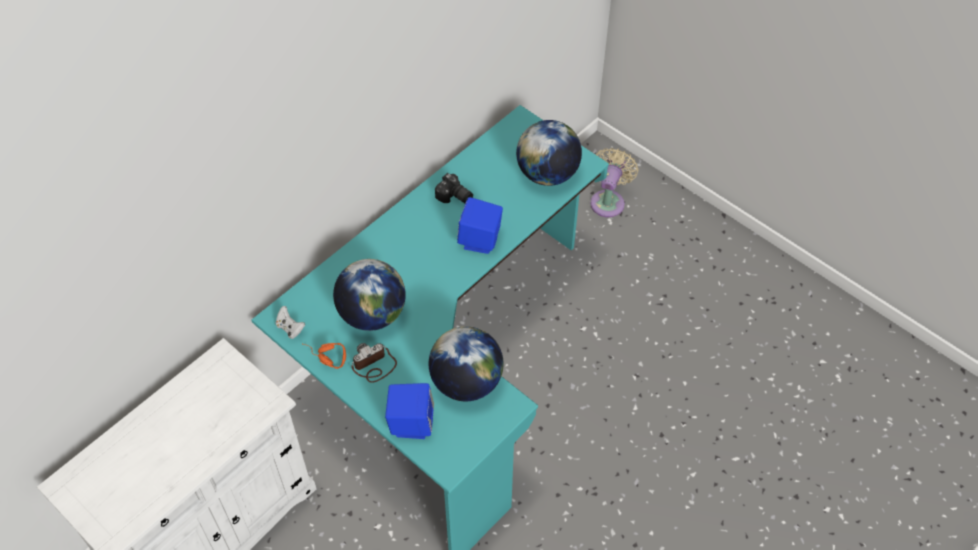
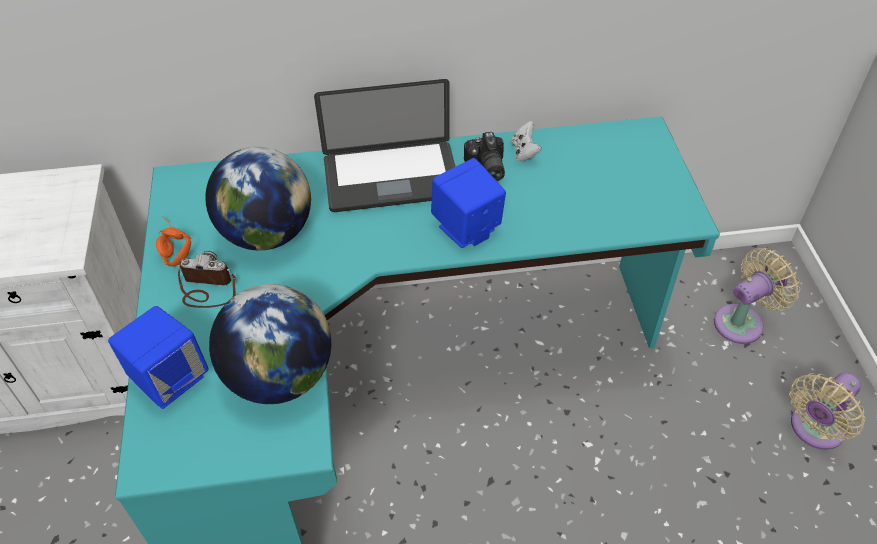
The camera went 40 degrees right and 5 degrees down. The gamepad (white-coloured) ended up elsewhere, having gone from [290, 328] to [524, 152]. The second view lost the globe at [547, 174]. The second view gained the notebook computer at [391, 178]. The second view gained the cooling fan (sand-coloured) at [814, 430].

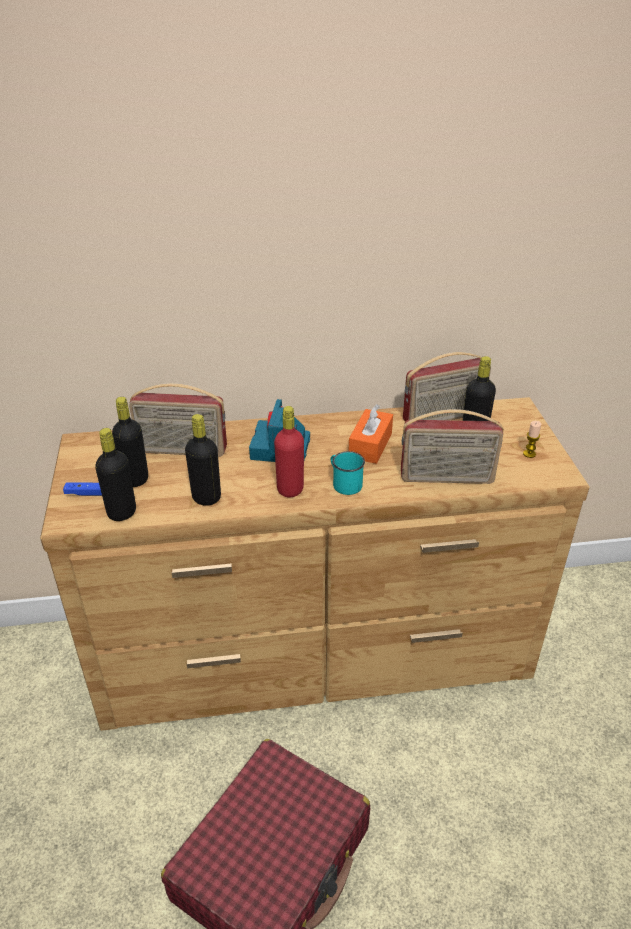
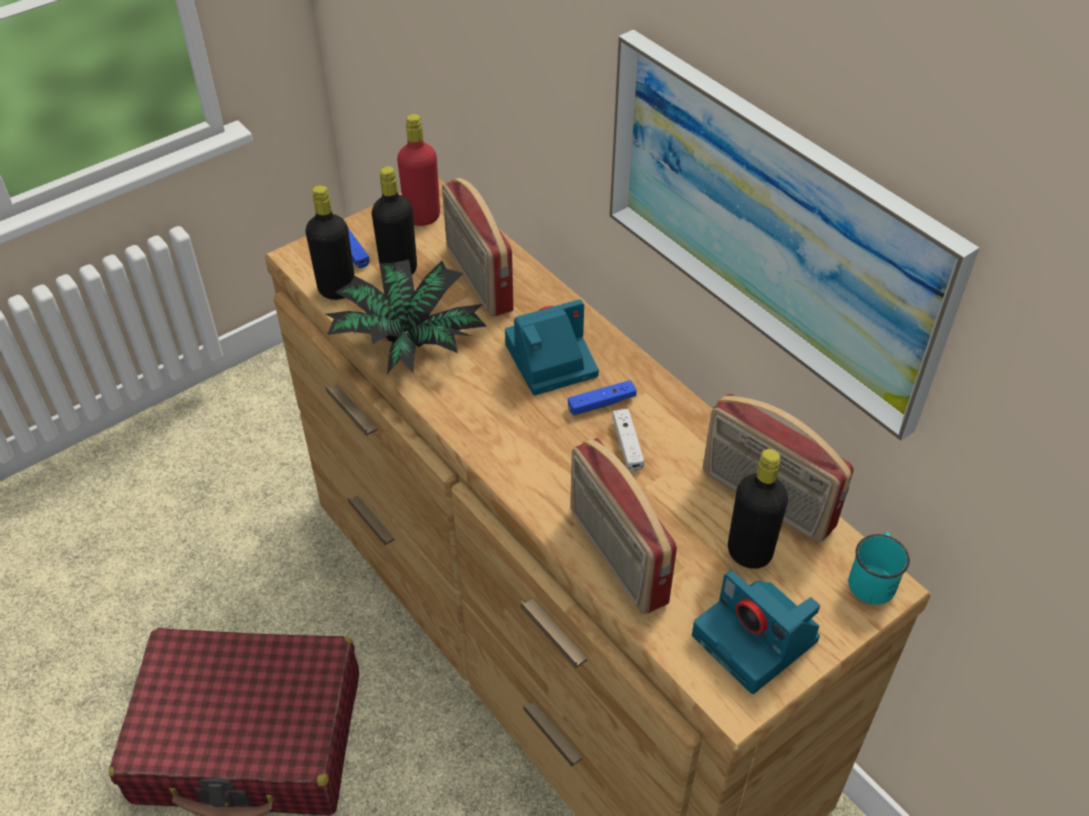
The camera went 60 degrees right and 10 degrees up. Where the drink bottle (blackish) stood at [206, 498], the plant in a pot came to stand at [407, 342]. The drink bottle (red-coloured) ended up elsewhere, having gone from [290, 489] to [422, 217]. The tea mug (turquoise-coloured) ended up elsewhere, having gone from [344, 483] to [873, 578]. Where the box of tissues (orangey) stood at [370, 445], the gamepad (white-coloured) came to stand at [627, 445]. Where the wax light stood at [529, 454], the still camera came to stand at [757, 639]. The second view gained the gamepad (bluish) at [601, 403]. The second view gained the wall art at [770, 225].

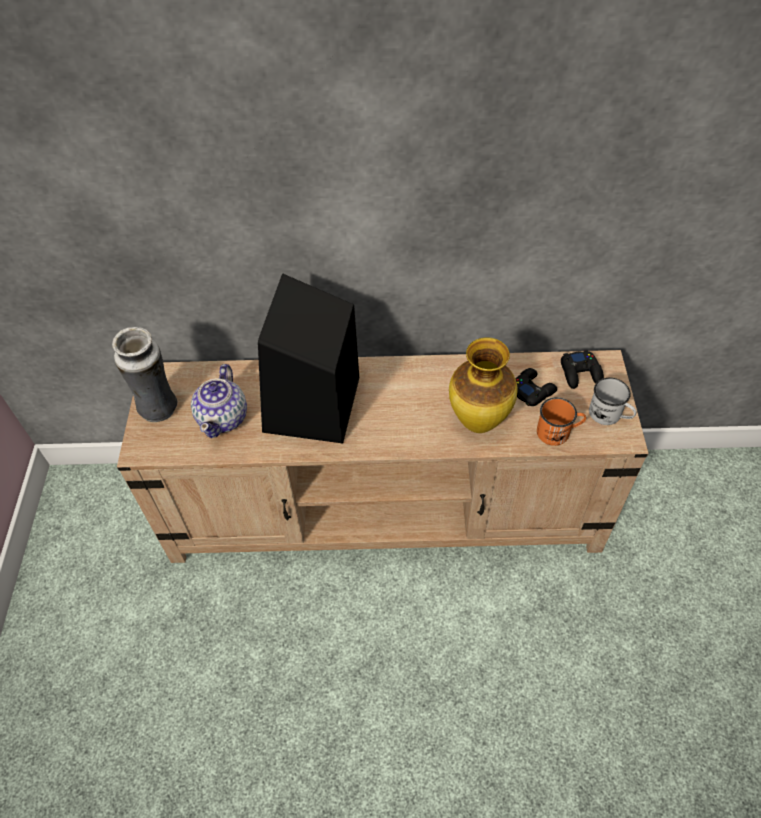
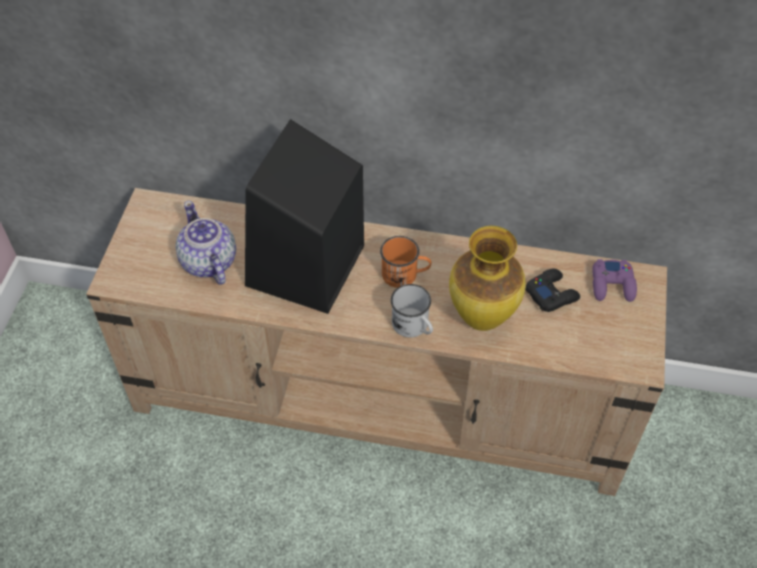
The camera went 10 degrees right and 0 degrees up. The second view lost the vase at [159, 409]. The pot for tea at [223, 417] ended up facing another way, 135 degrees clockwise from before. The tea mug (orangey) ended up elsewhere, having gone from [558, 432] to [405, 275]. What was the gamepad (blackish) at [580, 373] turned into the gamepad (purple) at [612, 285]. The tea mug (white-coloured) ended up elsewhere, having gone from [609, 415] to [413, 327].

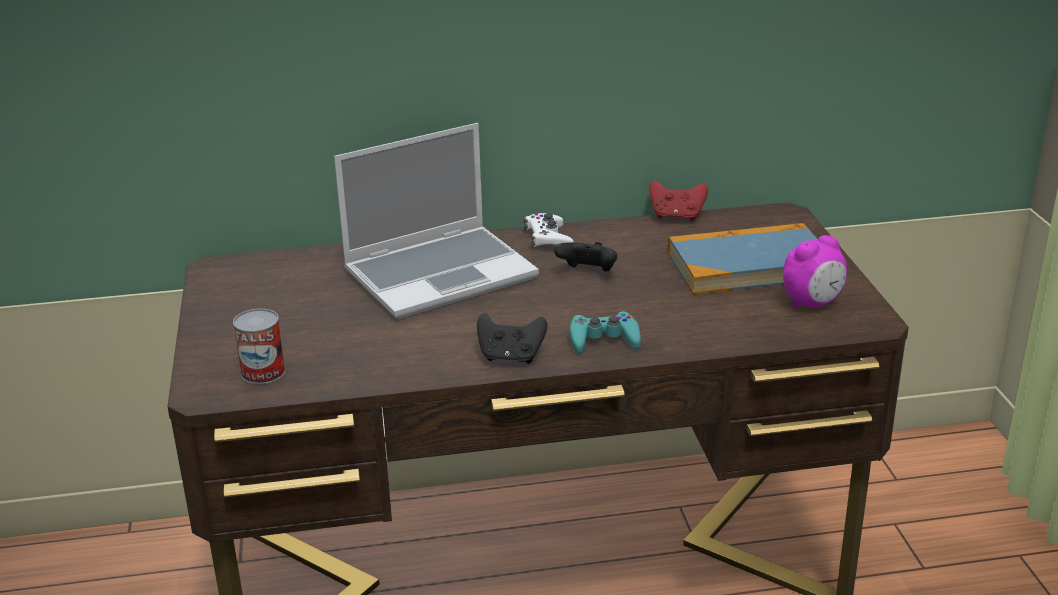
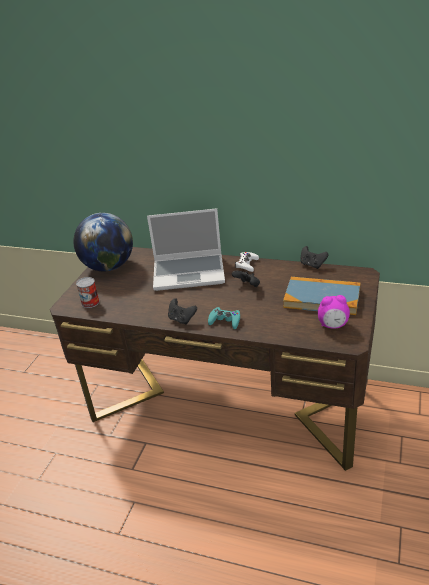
The camera went 30 degrees right and 5 degrees up. What was the gamepad (red-coloured) at [676, 216] turned into the gamepad (blackish) at [312, 265]. The second view gained the globe at [108, 267].

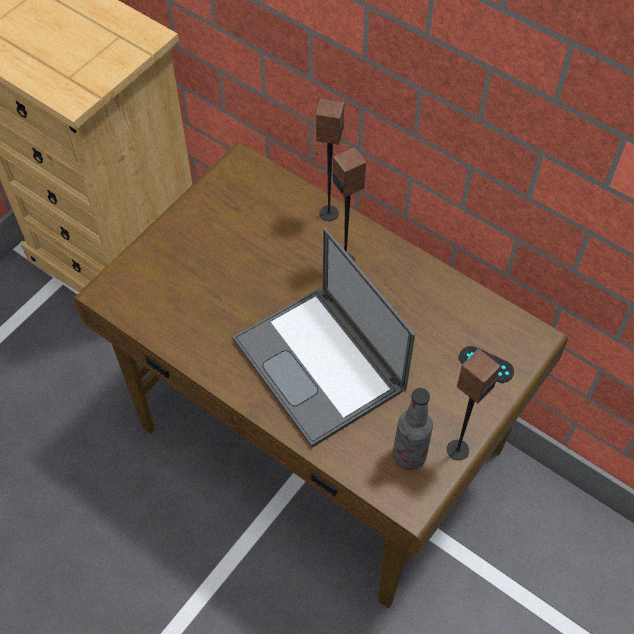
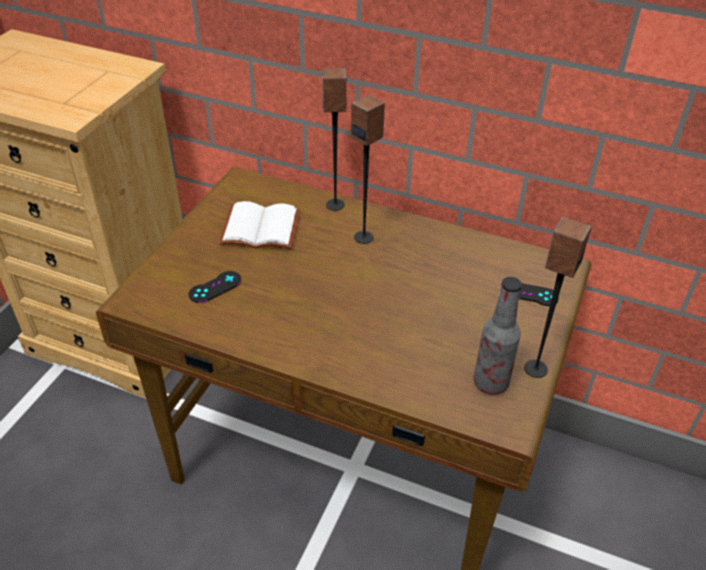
The camera went 15 degrees left and 15 degrees down. The second view lost the notebook computer at [321, 365]. The second view gained the gamepad (blackish) at [215, 287]. The second view gained the bound book (white-coloured) at [262, 227].

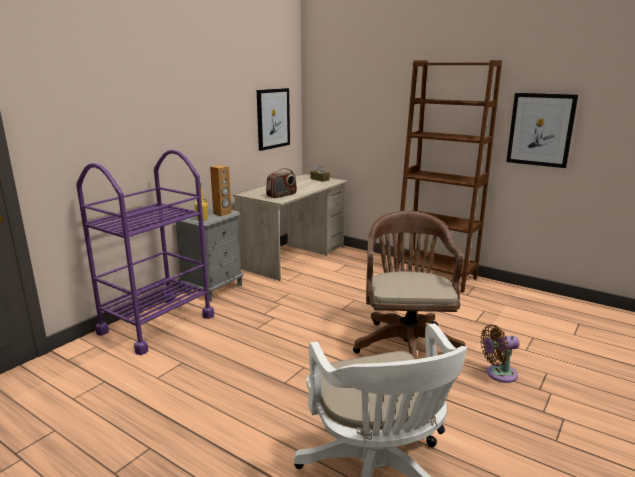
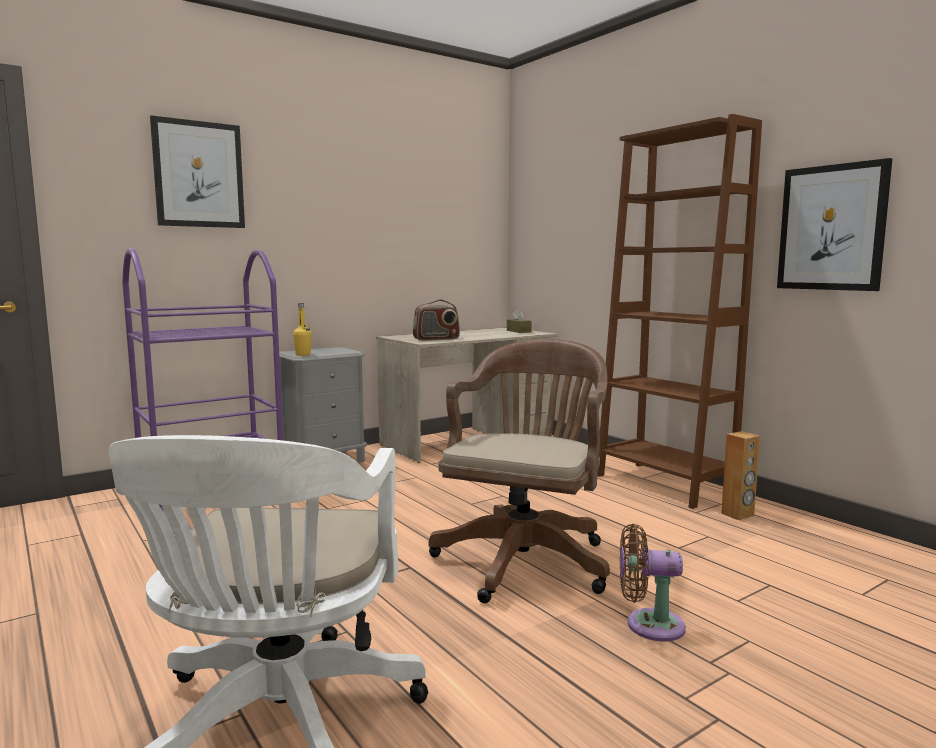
The camera went 20 degrees right and 10 degrees down. The audio speaker (brown) ended up elsewhere, having gone from [222, 213] to [738, 514]. The wall art ended up elsewhere, having gone from [273, 118] to [198, 174].

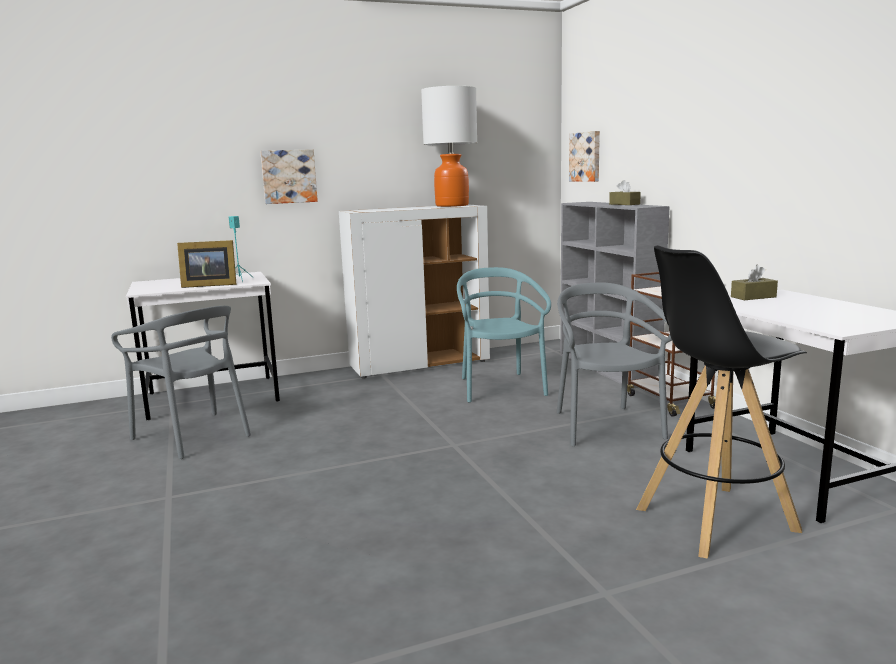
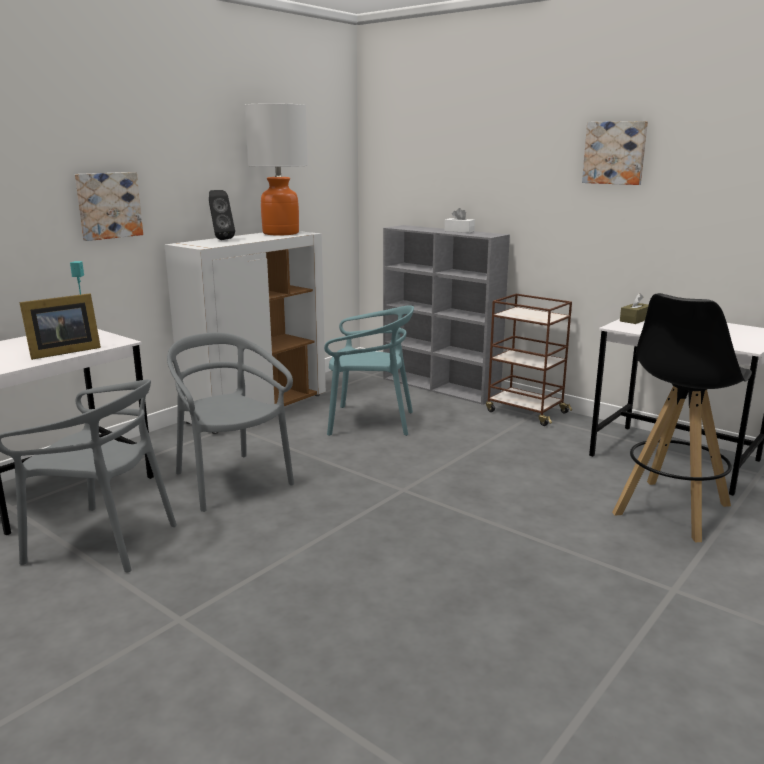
The camera went 30 degrees left and 5 degrees up. The plain chair (turquoise-coloured) at [499, 387] ended up facing another way, 135 degrees clockwise from before. The plain chair (greyish) ended up elsewhere, having gone from [605, 426] to [230, 481]. The wall art ended up elsewhere, having gone from [586, 157] to [615, 153]. What was the box of tissues (brown) at [624, 204] turned into the box of tissues (white-coloured) at [459, 231]. The second view gained the audio speaker (blackish) at [220, 239].

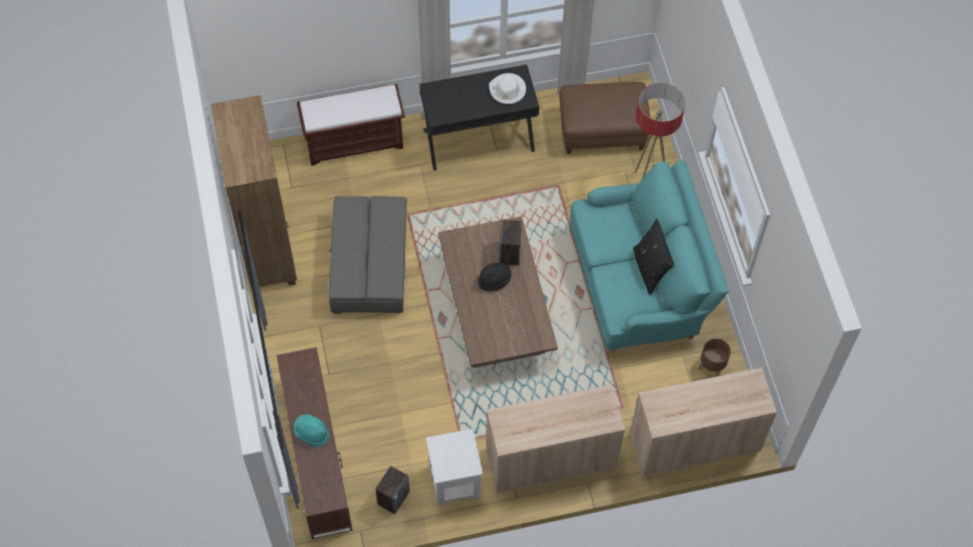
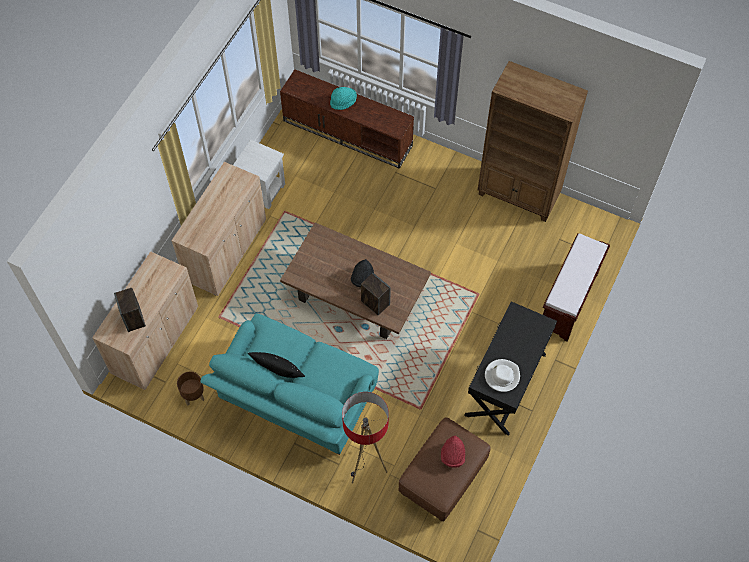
The camera went 130 degrees right and 0 degrees up. The second view lost the ottoman (greyish) at [370, 264]. The audio speaker ended up elsewhere, having gone from [393, 497] to [134, 319]. The second view gained the clothing hat (red-coloured) at [453, 455].

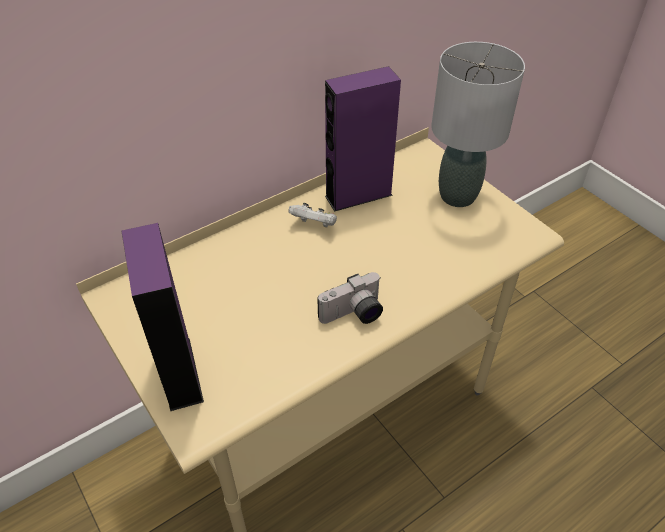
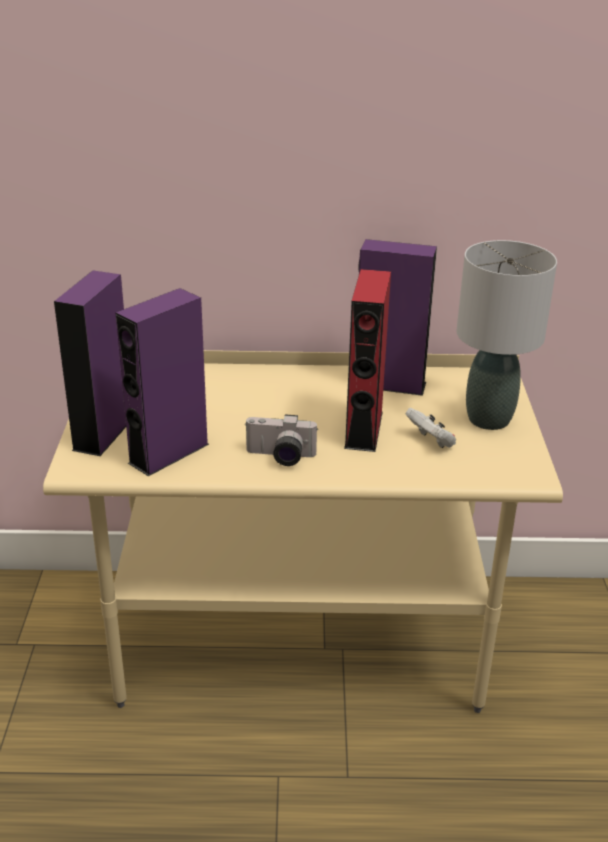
The camera went 35 degrees right and 15 degrees down. The gamepad (white-coloured) ended up elsewhere, having gone from [314, 225] to [431, 441]. The second view gained the audio speaker (purple) at [169, 453]. The second view gained the audio speaker (red-coloured) at [363, 429].

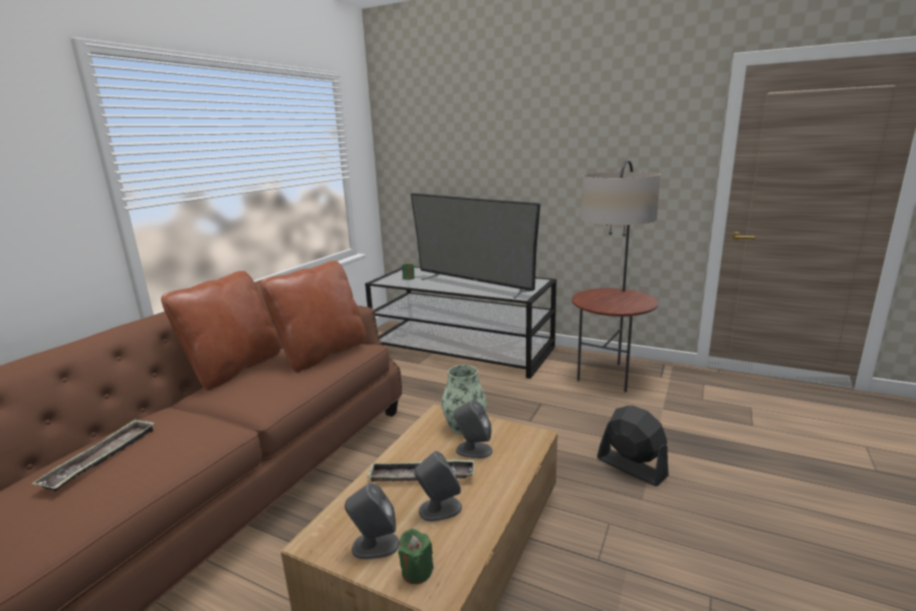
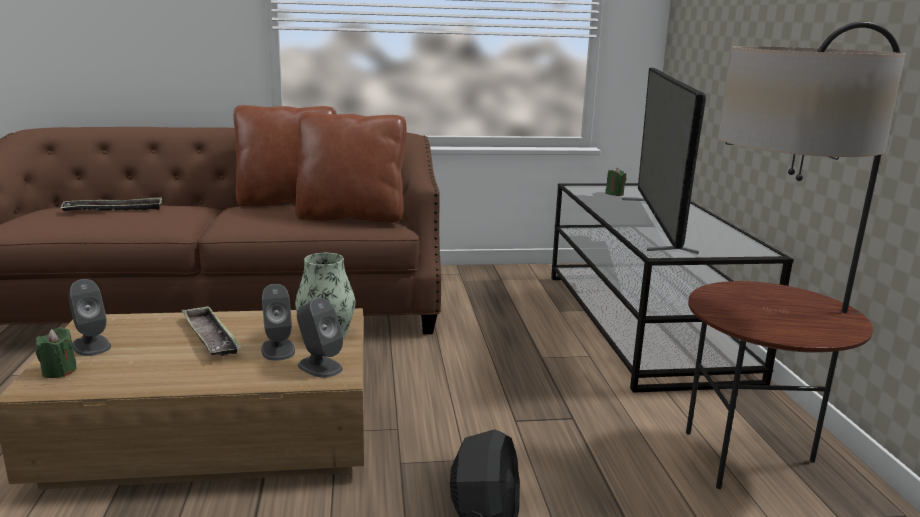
The camera went 55 degrees right and 0 degrees up. The audio speaker (greyish) ended up elsewhere, having gone from [439, 509] to [319, 366].

